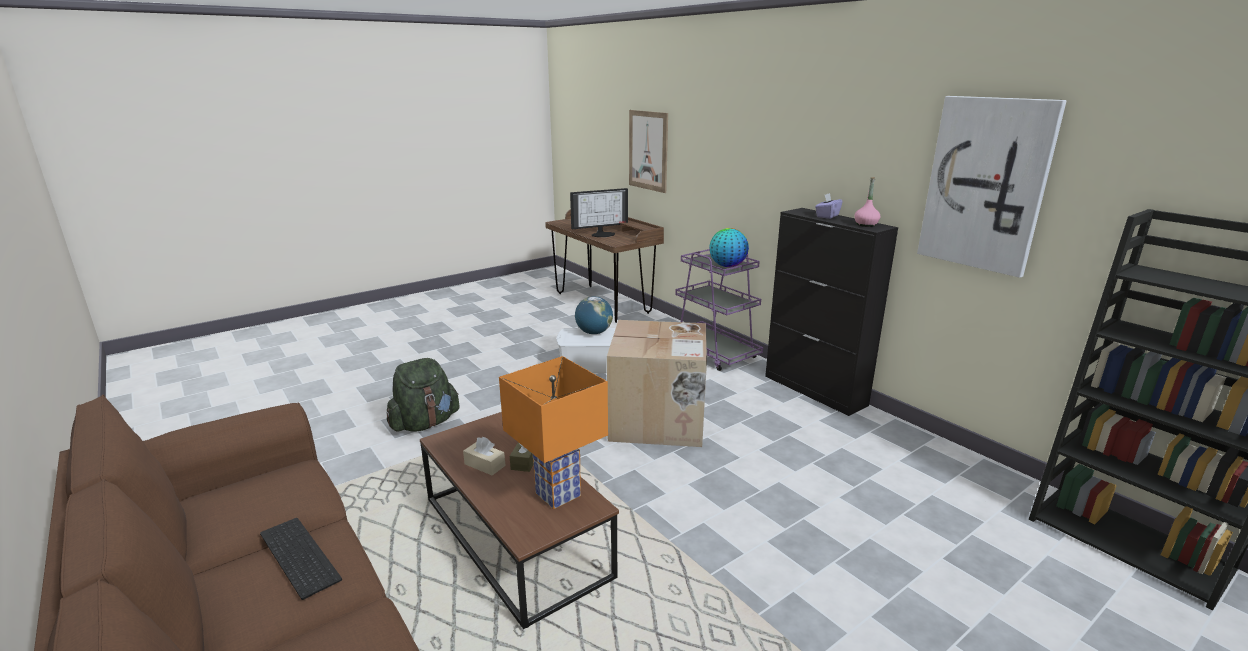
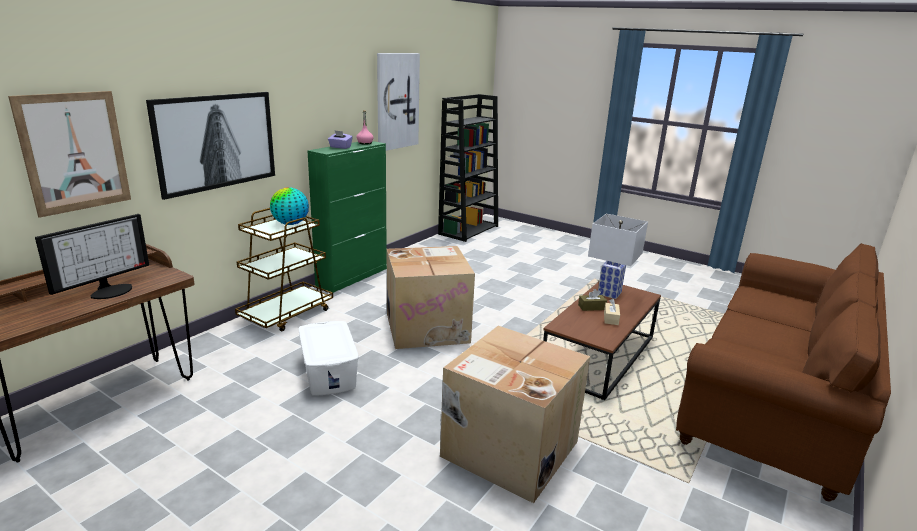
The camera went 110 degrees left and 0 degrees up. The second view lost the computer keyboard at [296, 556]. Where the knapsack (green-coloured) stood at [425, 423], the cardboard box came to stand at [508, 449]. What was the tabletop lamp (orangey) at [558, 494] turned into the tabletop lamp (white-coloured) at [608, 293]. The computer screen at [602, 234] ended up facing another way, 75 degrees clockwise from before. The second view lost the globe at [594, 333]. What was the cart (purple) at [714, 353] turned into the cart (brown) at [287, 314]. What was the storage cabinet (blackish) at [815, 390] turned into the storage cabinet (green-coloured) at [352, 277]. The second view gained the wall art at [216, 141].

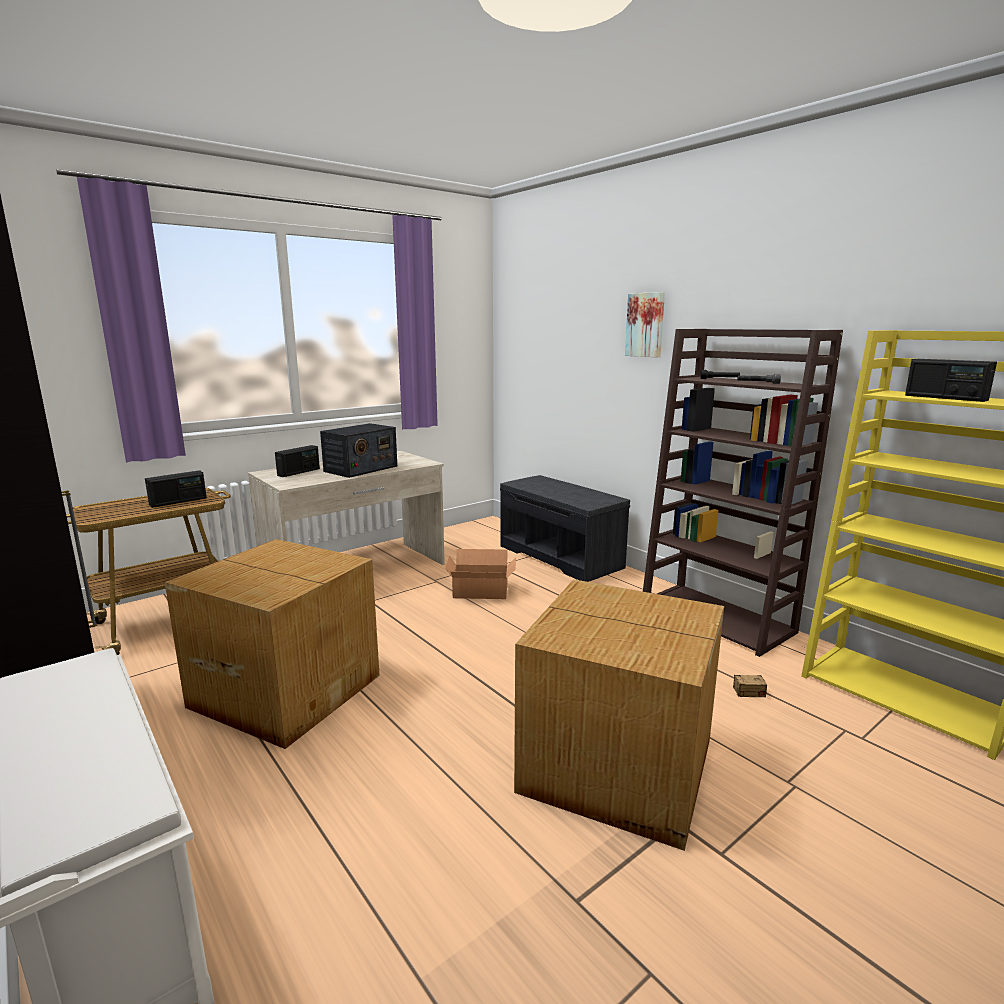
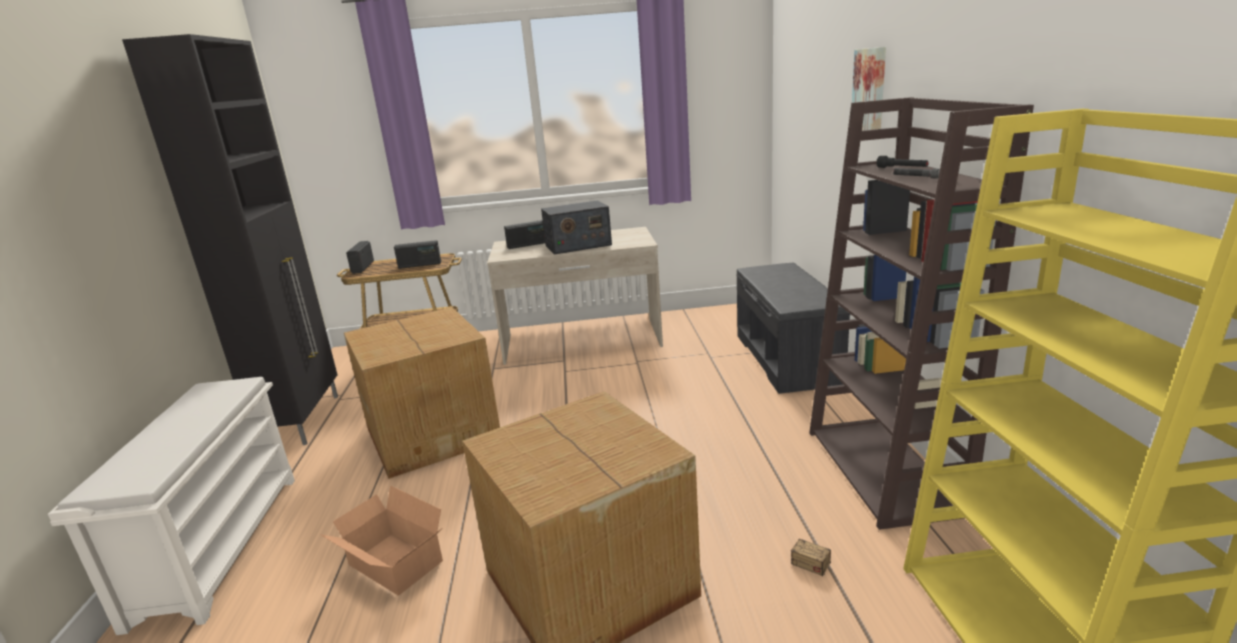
The camera went 35 degrees right and 5 degrees up. The cardboard box ended up elsewhere, having gone from [481, 592] to [393, 566]. The radio ended up elsewhere, having gone from [945, 398] to [362, 267].

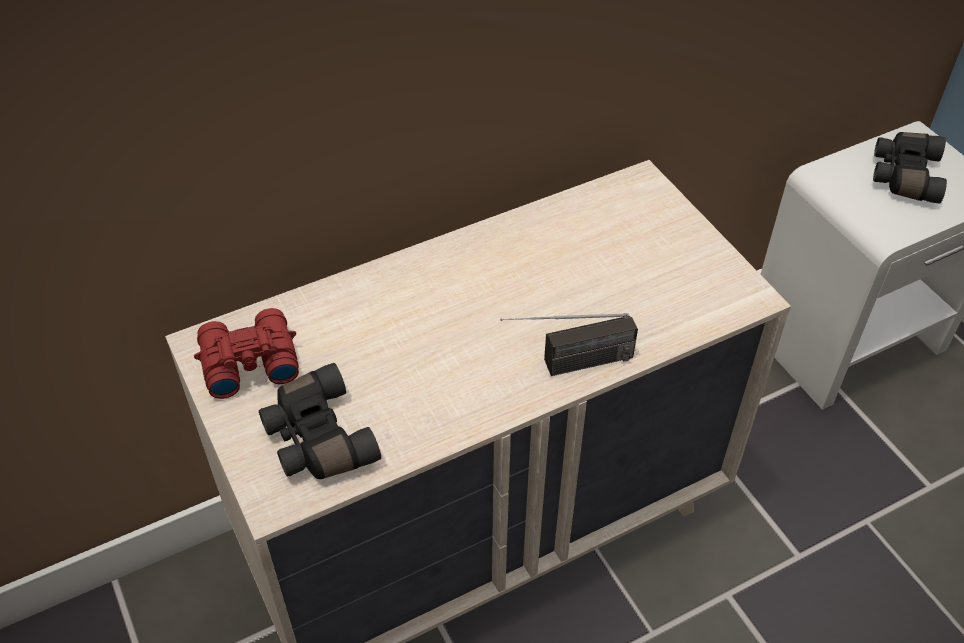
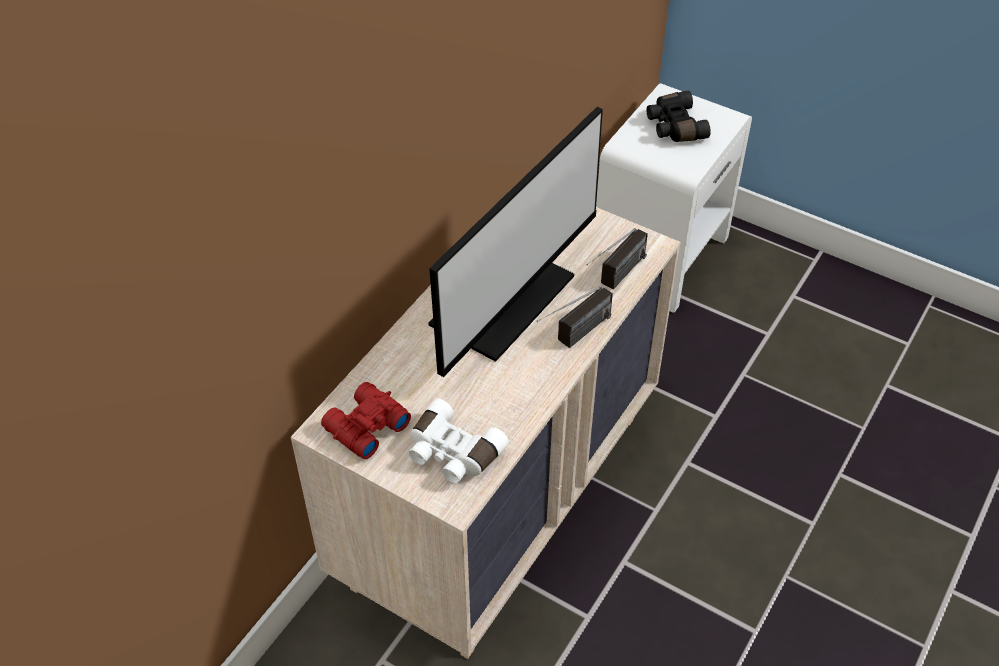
The camera went 30 degrees left and 0 degrees up. What was the pair of binoculars (blackish) at [316, 439] turned into the pair of binoculars (white-coloured) at [452, 453]. The second view gained the computer screen at [505, 301]. The second view gained the radio at [615, 279].

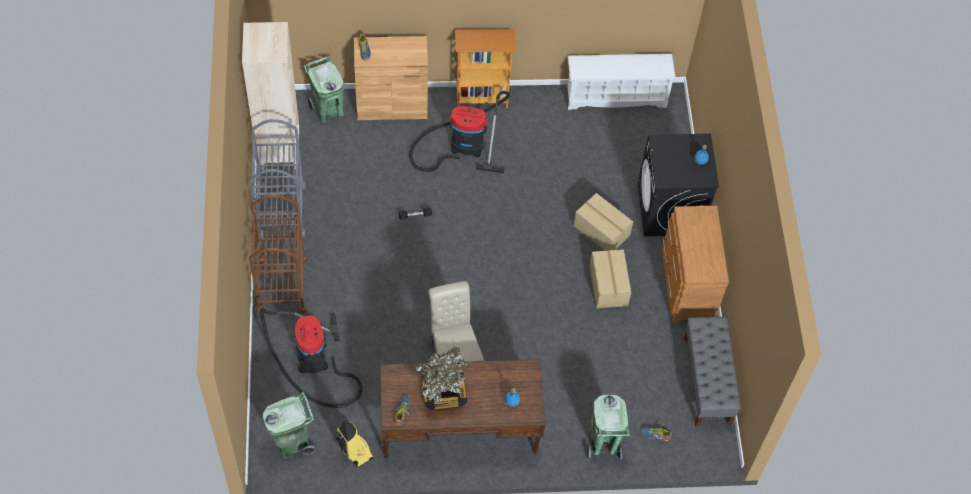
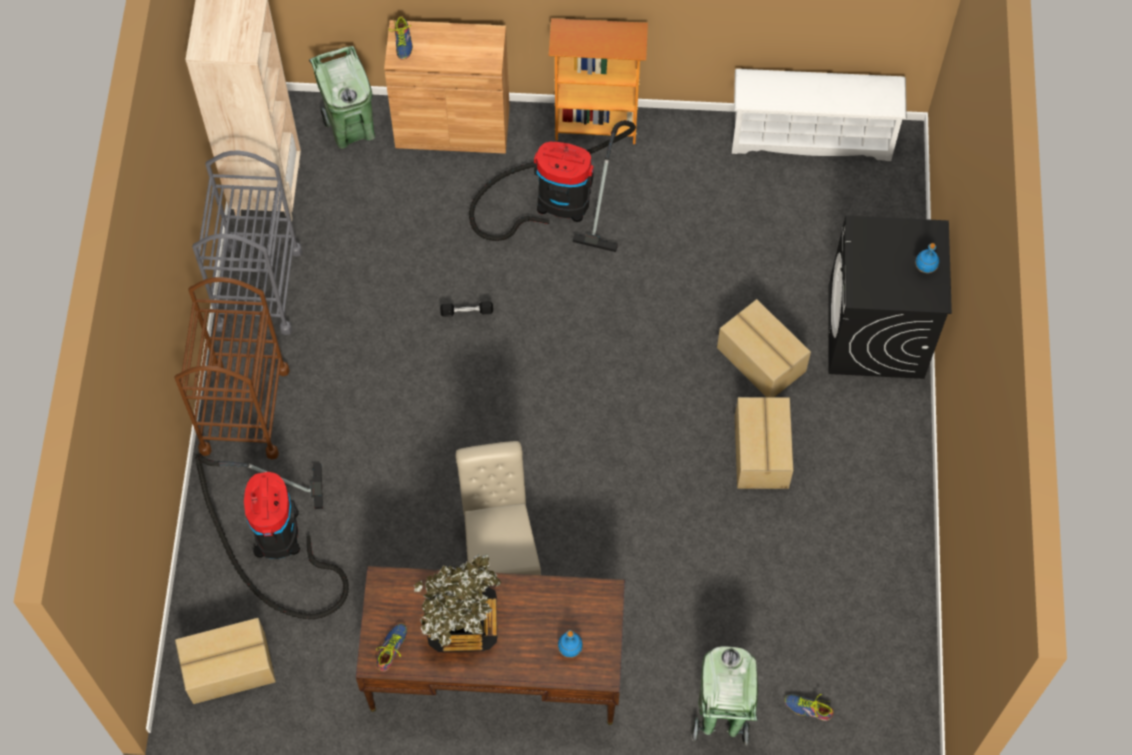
The camera went 10 degrees right and 5 degrees up. Where the trash can (green-coloured) stood at [292, 442], the cardboard box came to stand at [229, 669]. The second view lost the vacuum cleaner at [354, 450]. The second view lost the dresser (brown) at [686, 284]. The second view lost the long seat (greyish) at [707, 381].

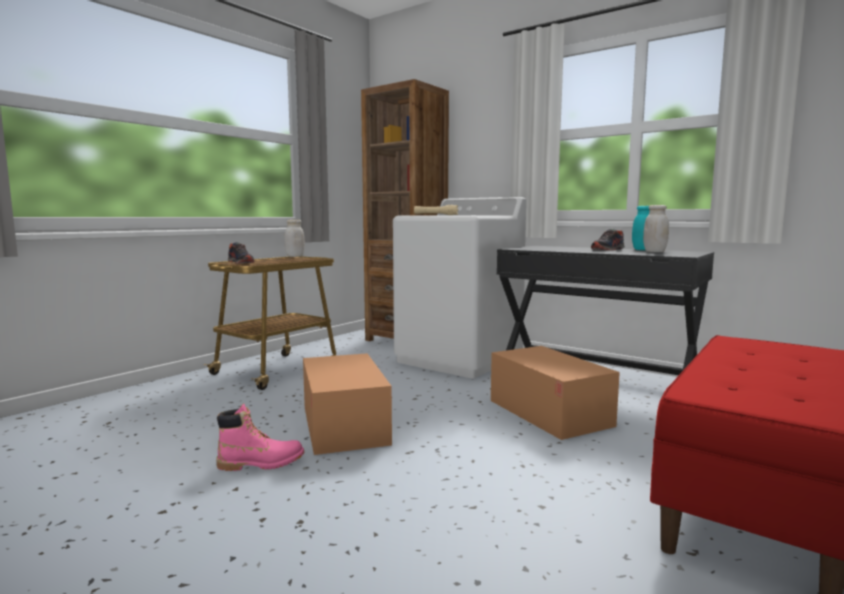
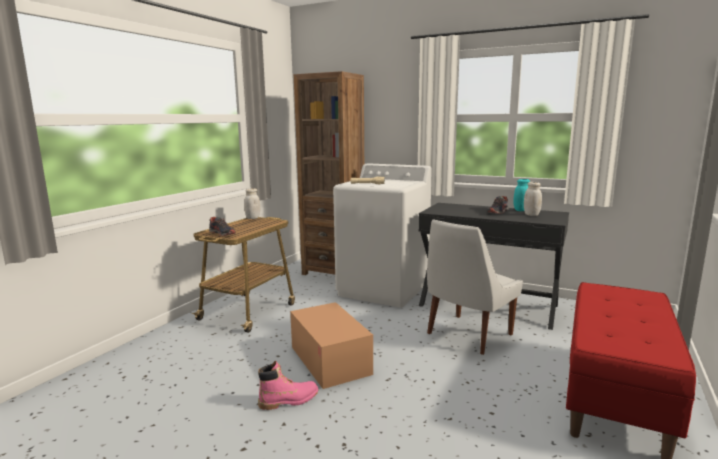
The camera went 10 degrees left and 5 degrees up. Where the cardboard box stood at [549, 413], the plain chair (white-coloured) came to stand at [467, 335].

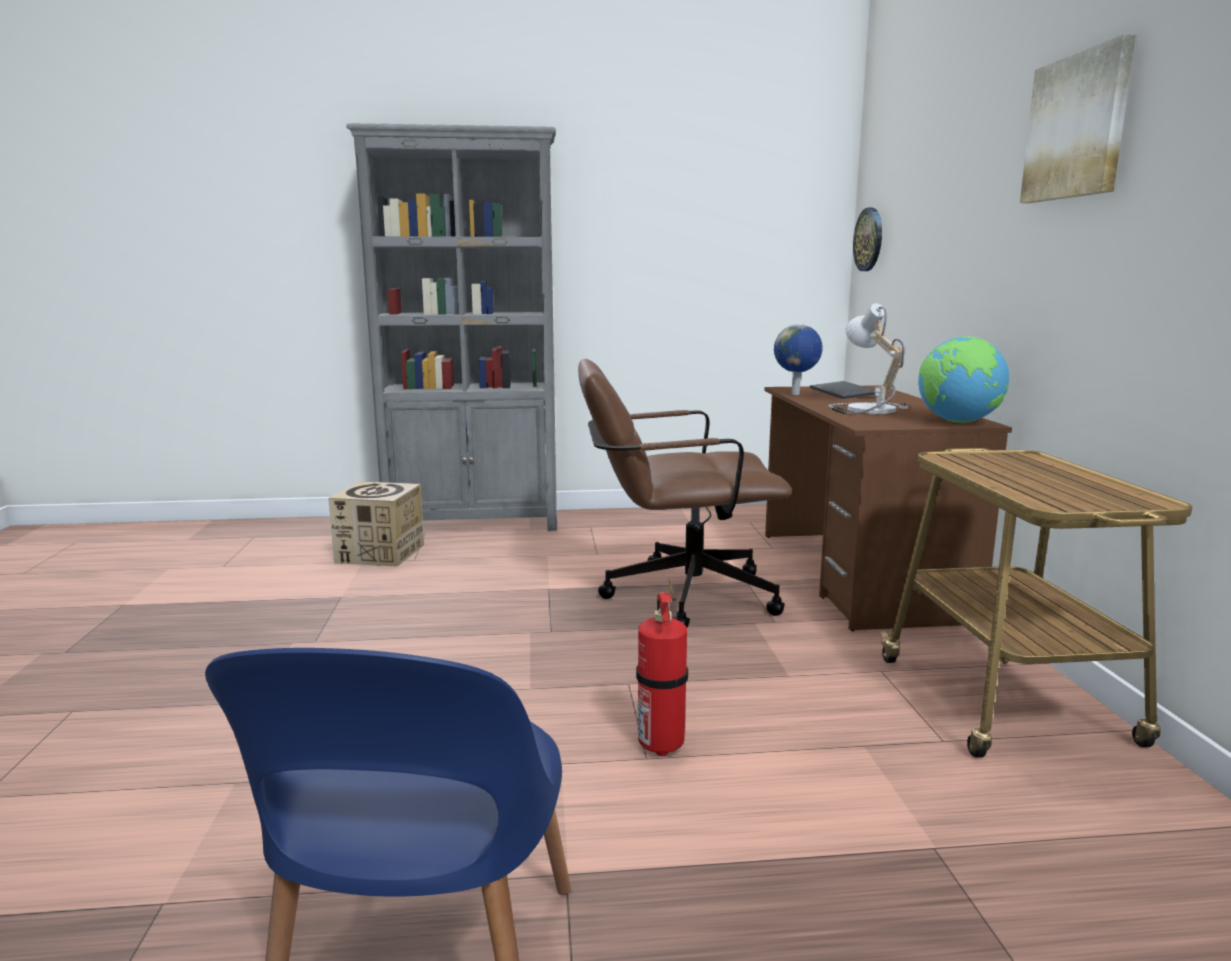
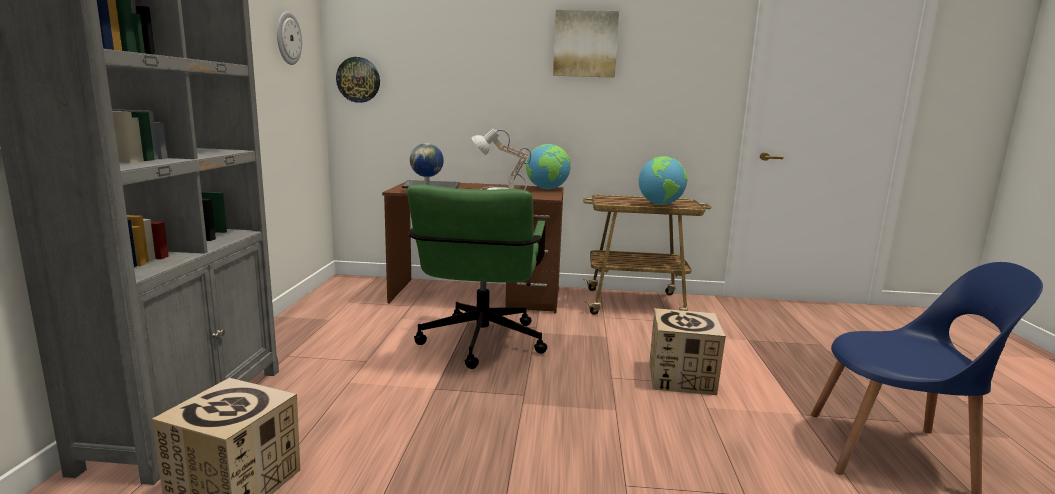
The camera went 80 degrees left and 0 degrees up. What was the office chair (brown) at [674, 596] turned into the office chair (green-coloured) at [479, 346]. Where the fire-fighting cylinder stood at [660, 744], the cardboard box came to stand at [681, 378]. The second view gained the clock on the wall at [288, 38]. The second view gained the globe at [660, 204].

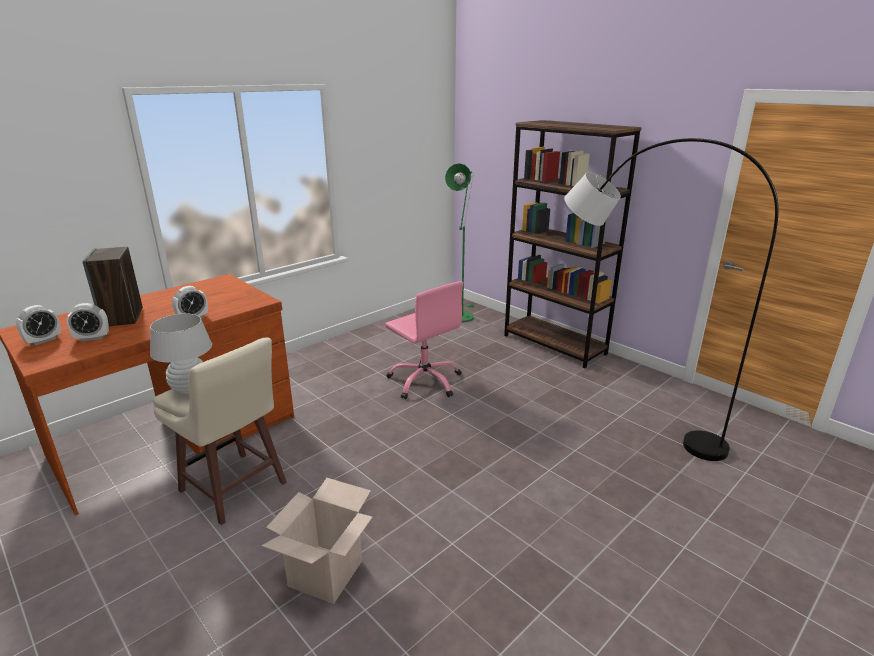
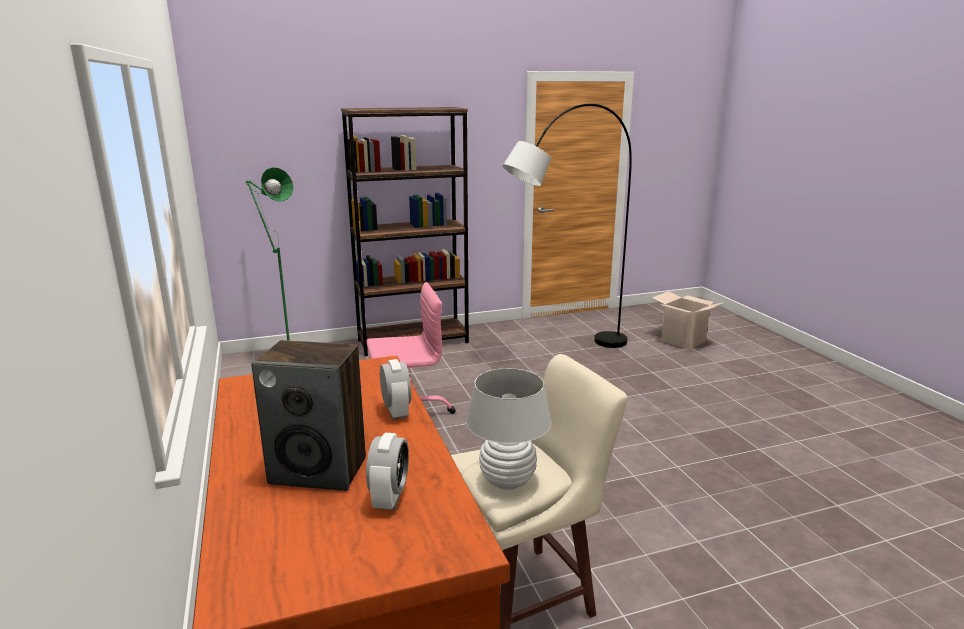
The camera went 65 degrees left and 5 degrees down. The second view lost the bedside clock at [43, 340]. The cardboard box ended up elsewhere, having gone from [326, 573] to [683, 341].

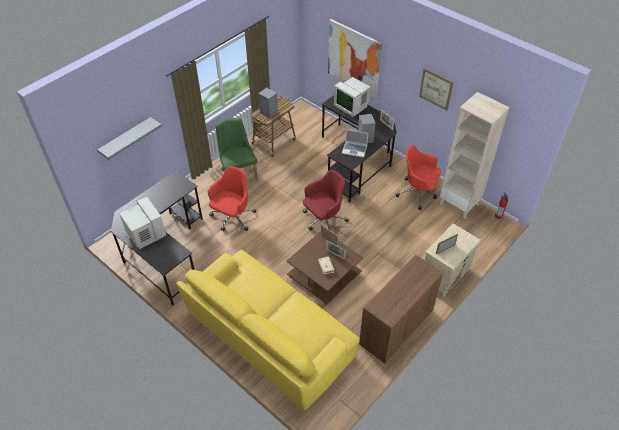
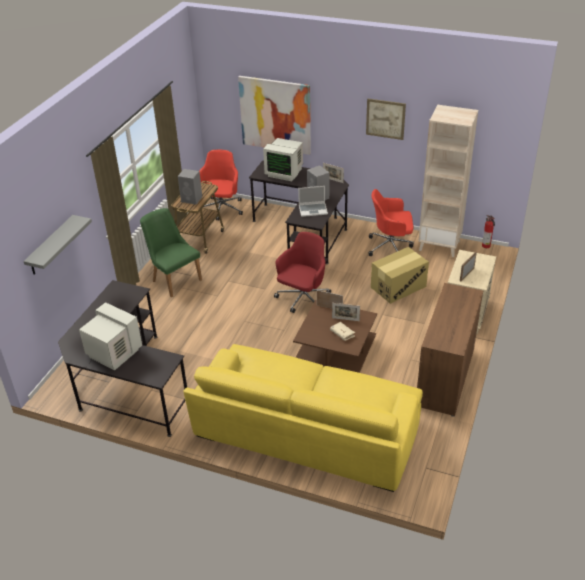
The camera went 20 degrees left and 10 degrees down. The office chair (red-coloured) ended up elsewhere, having gone from [232, 218] to [221, 209]. The second view gained the cardboard box at [398, 287].

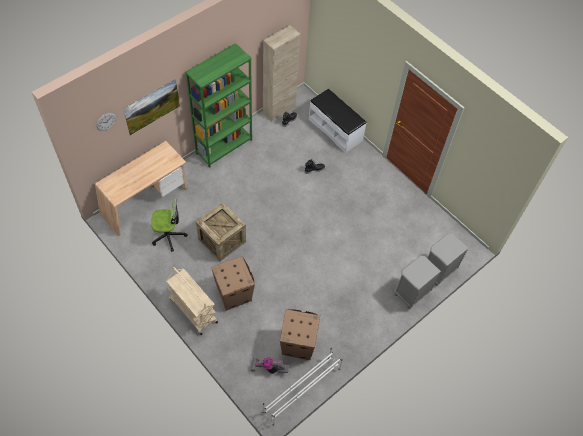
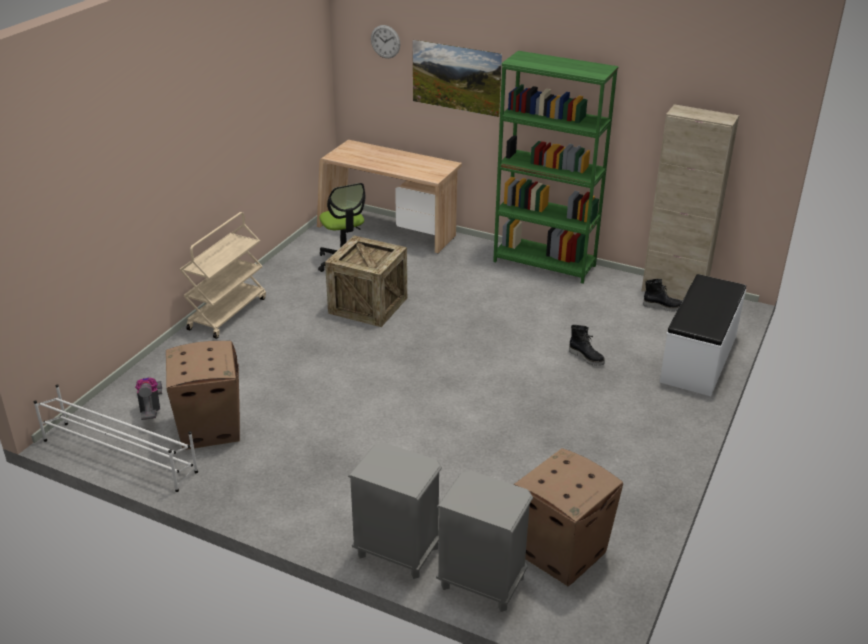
The camera went 70 degrees right and 25 degrees down. The cardboard box ended up elsewhere, having gone from [234, 293] to [562, 552].

